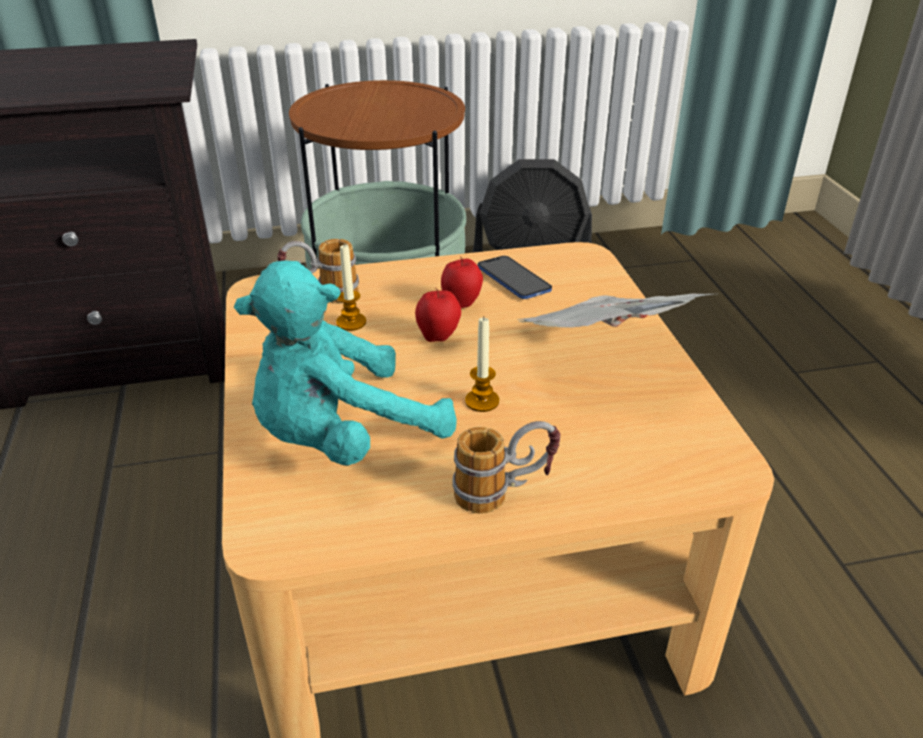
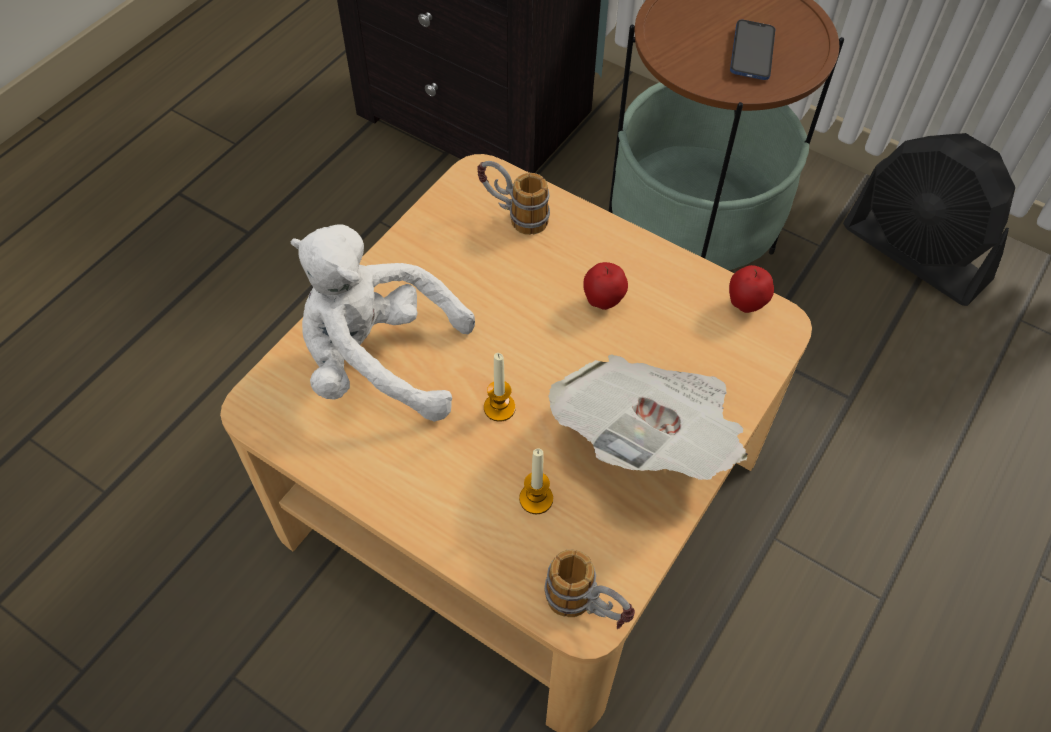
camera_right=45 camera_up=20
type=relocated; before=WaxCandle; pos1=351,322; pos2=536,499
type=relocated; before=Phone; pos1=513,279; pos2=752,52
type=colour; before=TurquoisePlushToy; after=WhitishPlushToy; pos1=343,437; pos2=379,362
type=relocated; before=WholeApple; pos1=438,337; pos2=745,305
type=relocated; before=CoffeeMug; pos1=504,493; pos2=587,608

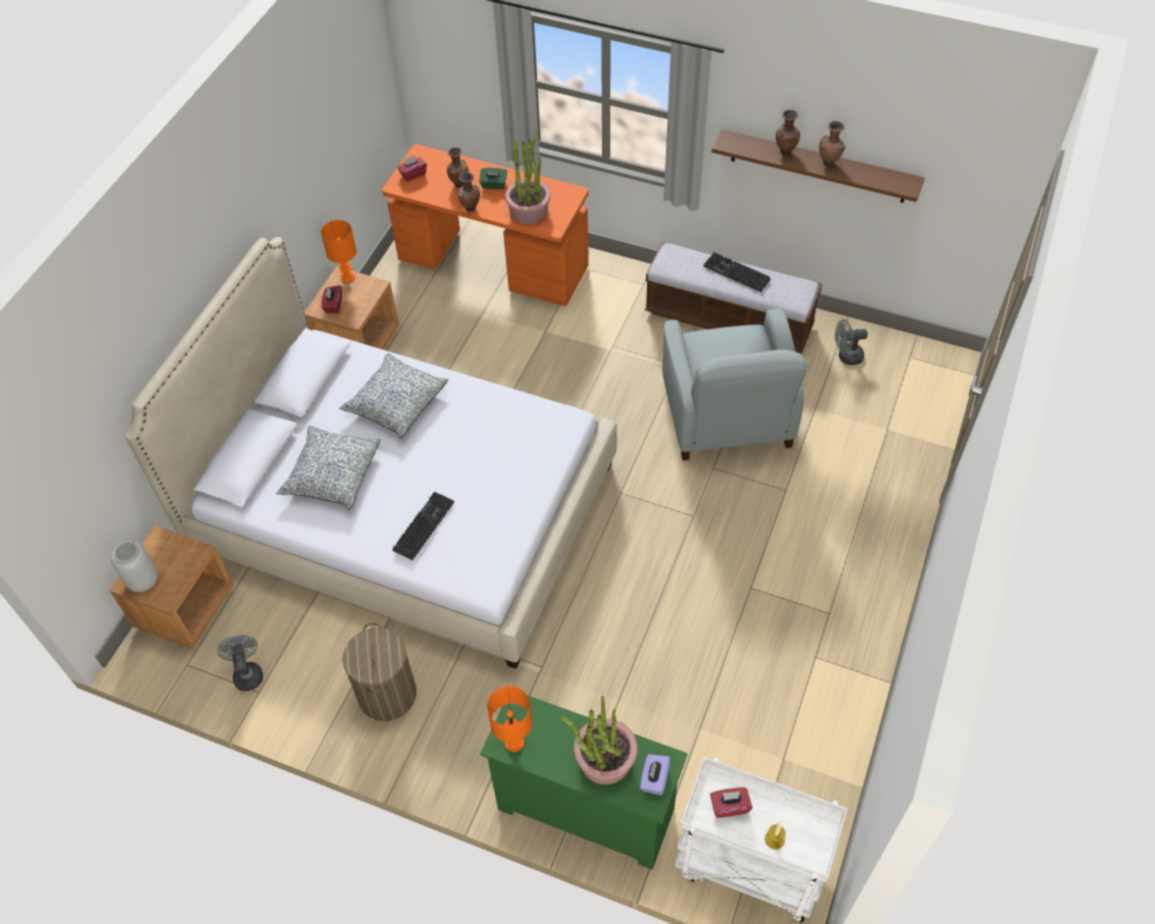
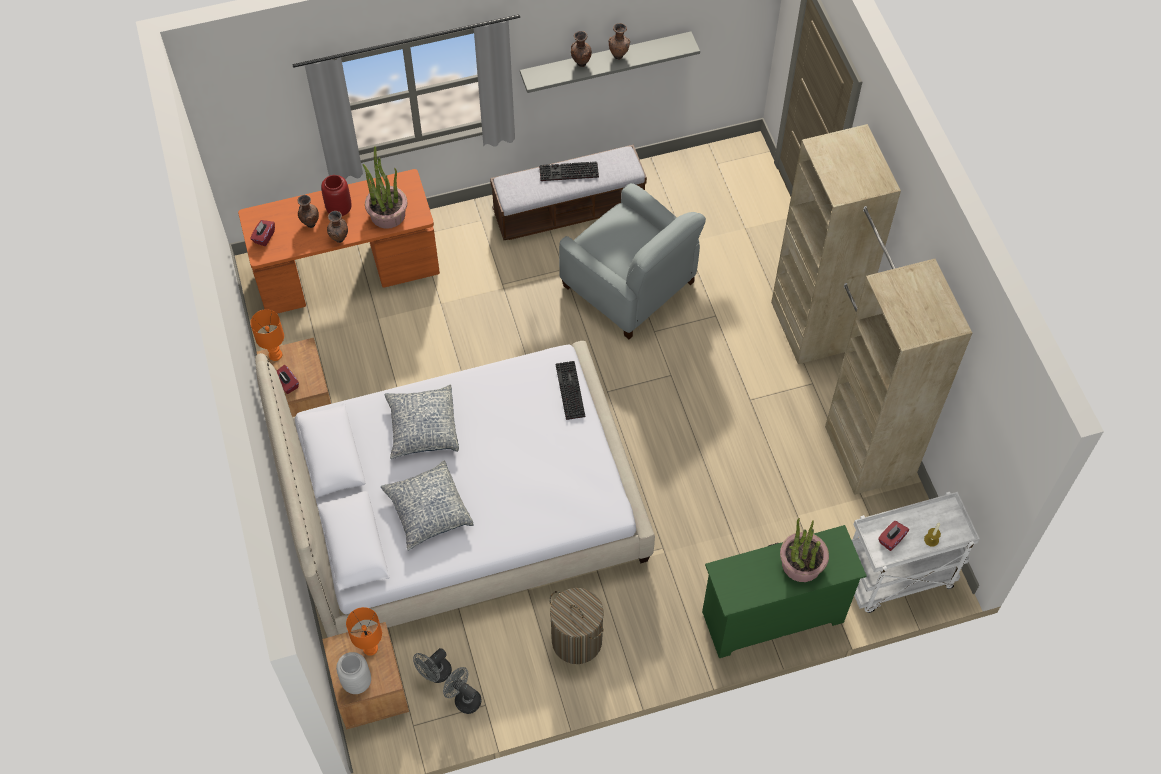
camera_right=-40 camera_up=5
type=colour; before=BrownColouredShelf; after=GrayShelf; pos1=818,166; pos2=606,61
type=exchanged; before=GreenTissueBox; after=RedColouredFlowerVase; pos1=494,185; pos2=339,208
type=relocated; before=GrayCoolingFan; pos1=846,356; pos2=435,674
type=relocated; before=Keyboard; pos1=423,524; pos2=568,390
type=relocated; before=OrangeLampForATable; pos1=513,742; pos2=369,648
type=missing; before=PurplishTissueBox; pos1=654,779
type=appeared; after=BeigeArmoire; pos2=841,388

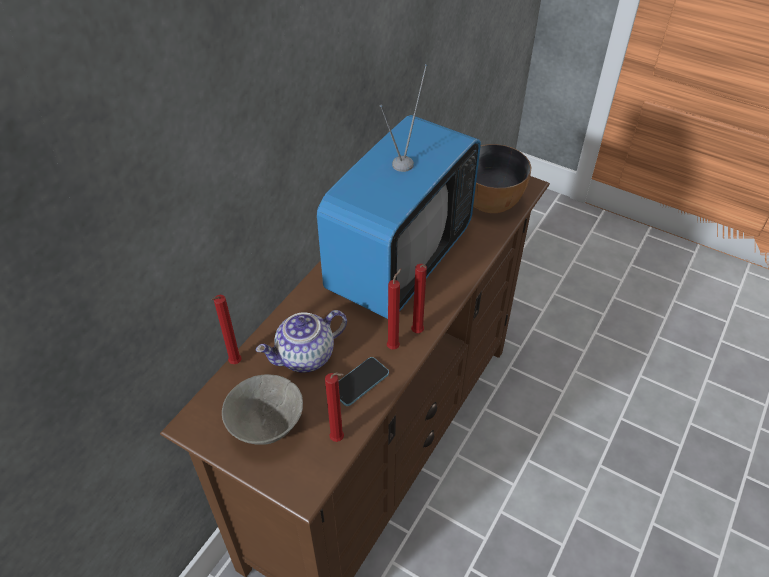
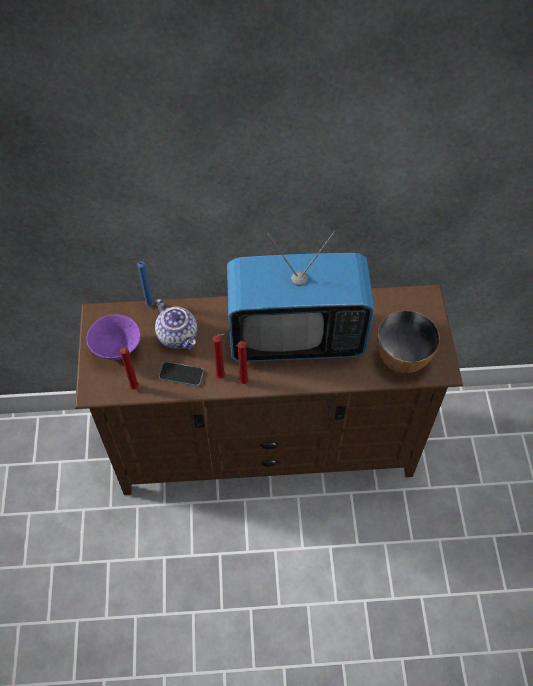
camera_right=55 camera_up=10
type=colour; before=RedColouredWaxCandle; after=BlueColouredWaxCandle; pos1=234,364; pos2=148,305
type=spun; before=TeaPot; pos1=305,357; pos2=178,336; turn=-150
type=colour; before=GrayDeepDish; after=PurplishDeepDish; pos1=266,428; pos2=117,349

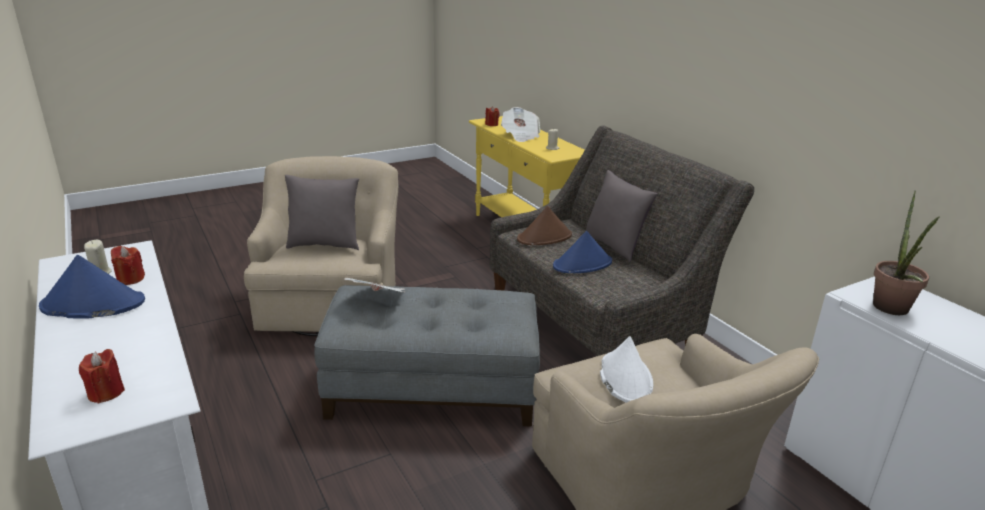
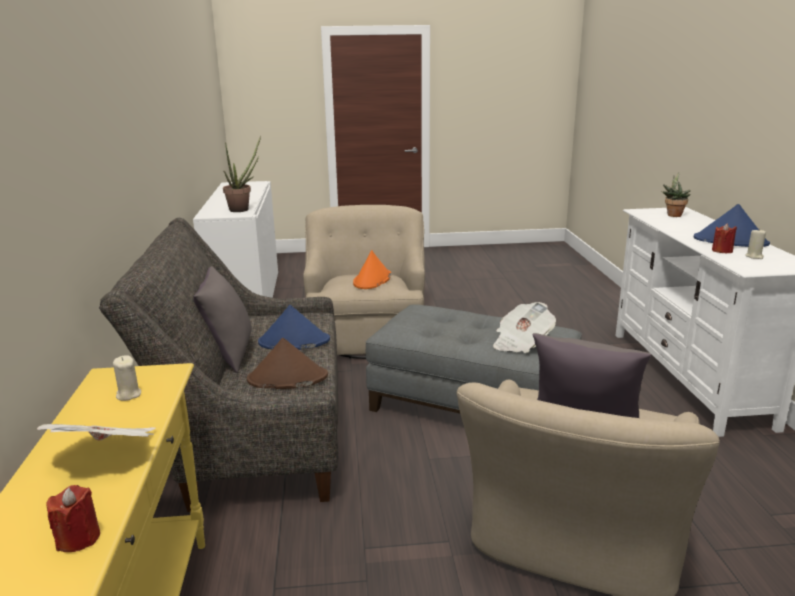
camera_right=-155 camera_up=-5
type=colour; before=WhitishHat; after=OrangeHat; pos1=625,378; pos2=372,280
type=exchanged; before=RedColouredWaxCandle; after=PlantInAPot; pos1=106,393; pos2=673,215

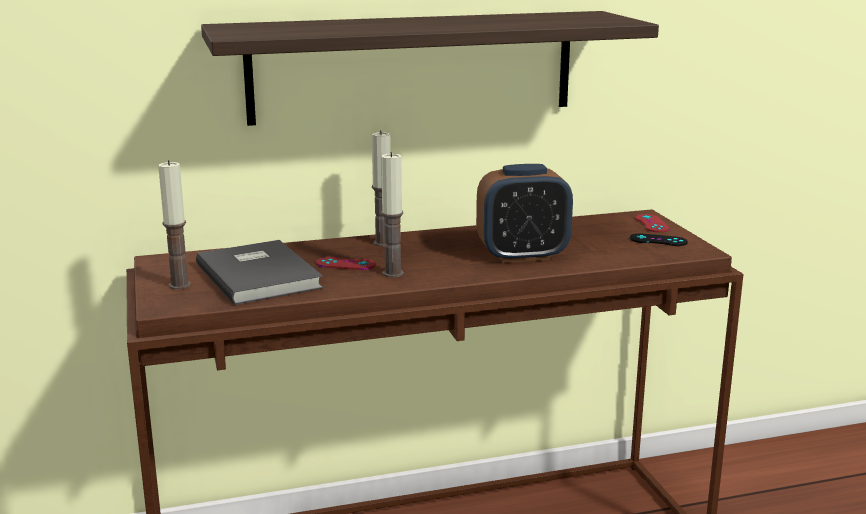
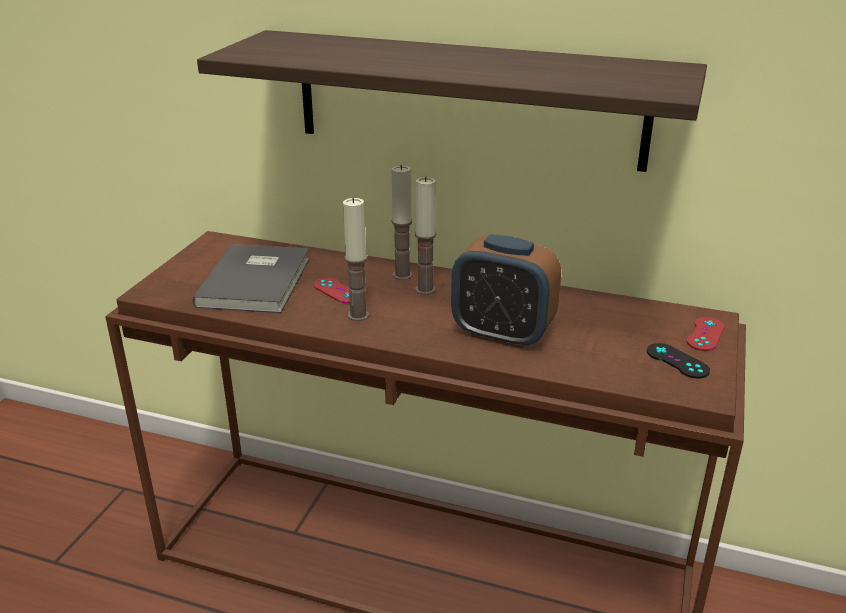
camera_right=35 camera_up=10
type=relocated; before=WaxCandle; pos1=179,285; pos2=425,289

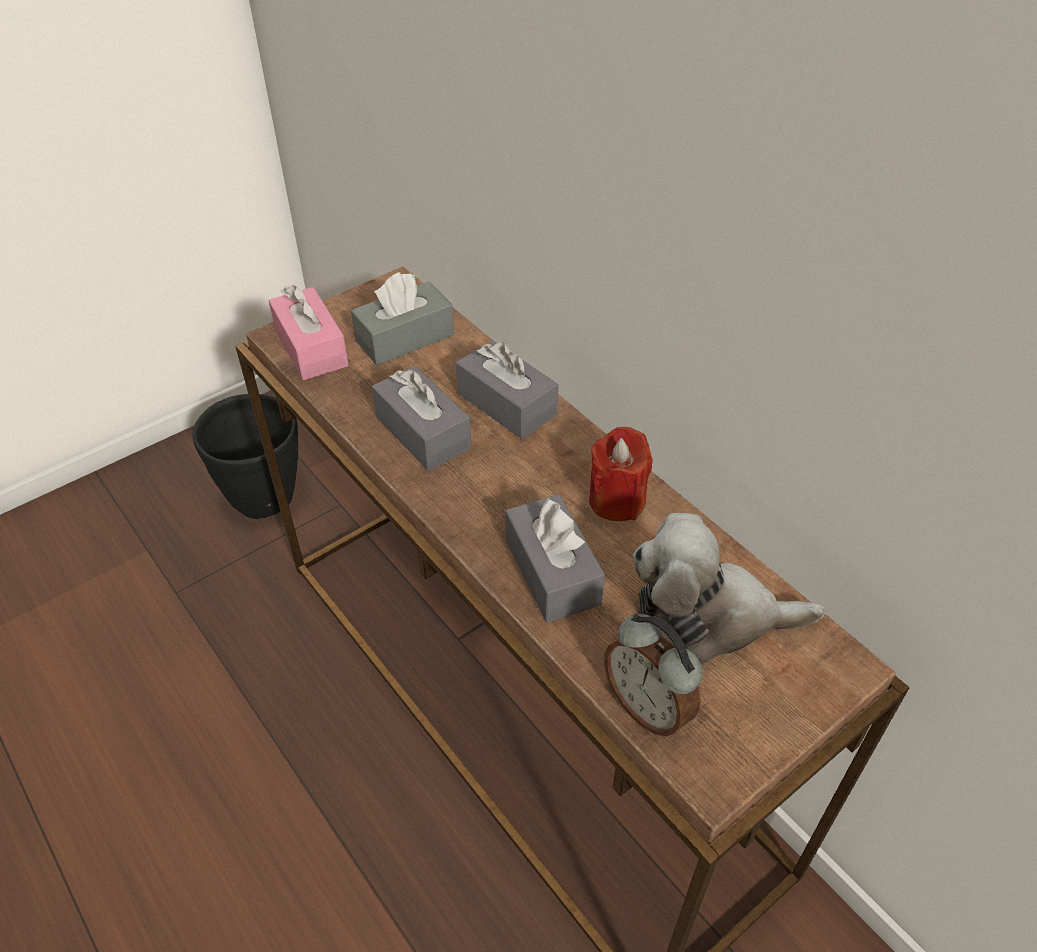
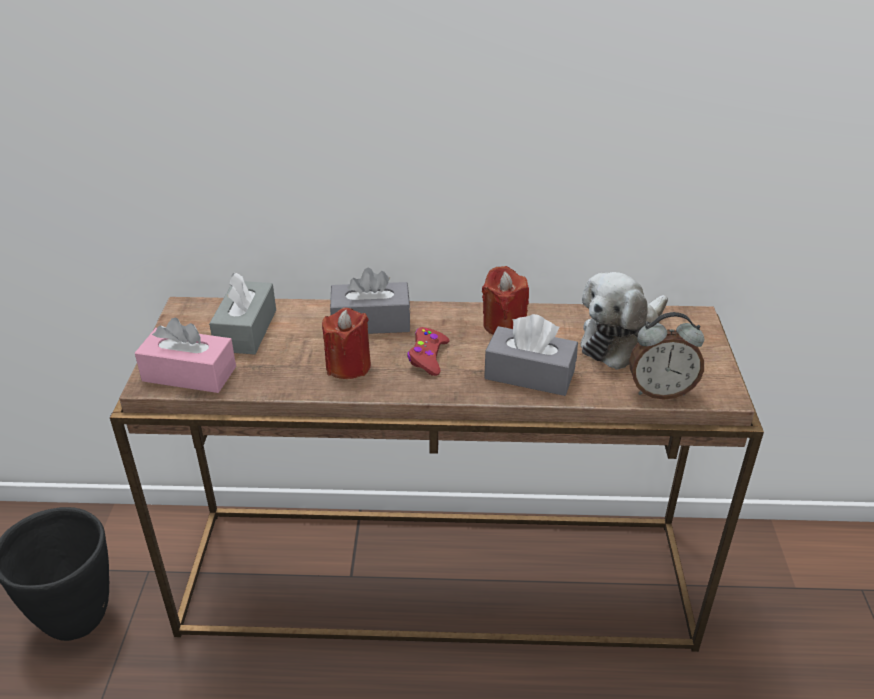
camera_right=-50 camera_up=-10
type=exchanged; before=GrayTissueBox; after=RedColouredWaxCandle; pos1=423,432; pos2=348,366
type=appeared; after=RedColouredGameController; pos2=428,357

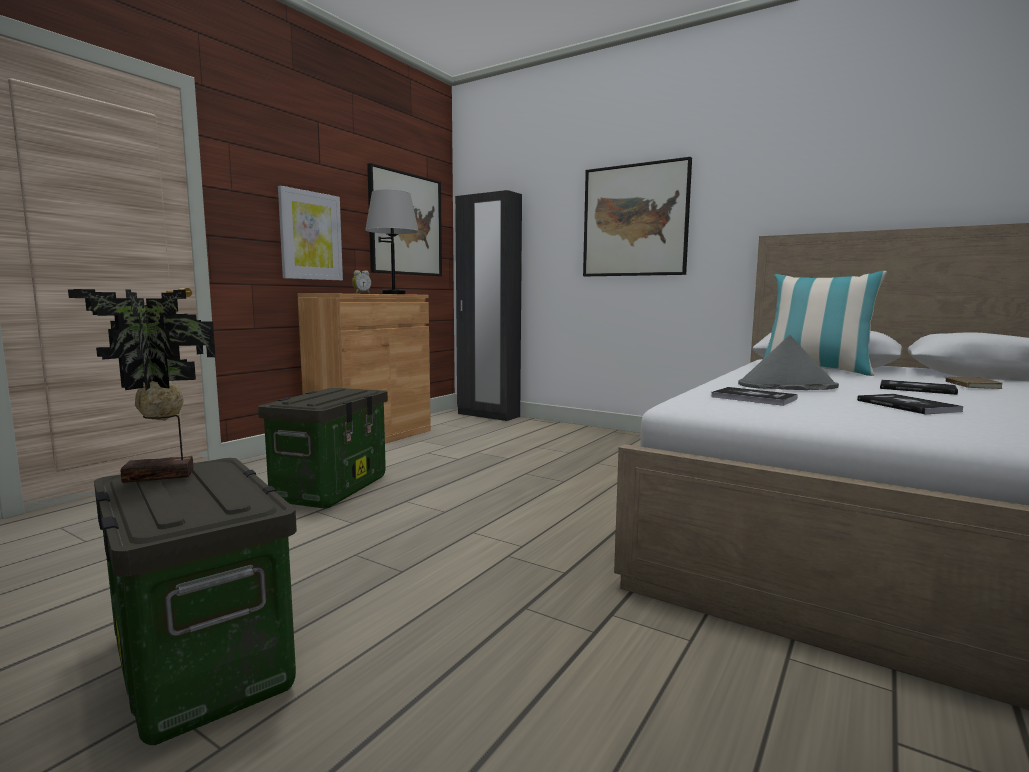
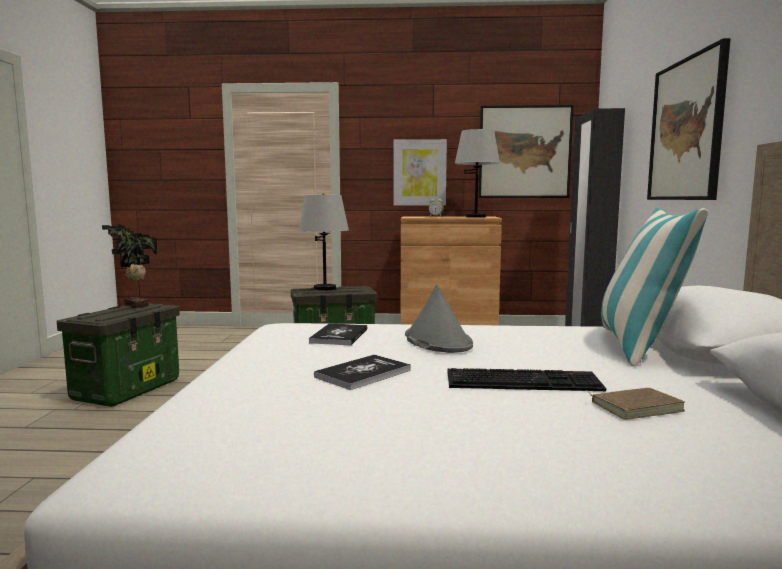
camera_right=60 camera_up=0
type=exchanged; before=BoundBook; after=Keyboard; pos1=917,389; pos2=524,380
type=appeared; after=GrayLampForATable; pos2=325,288

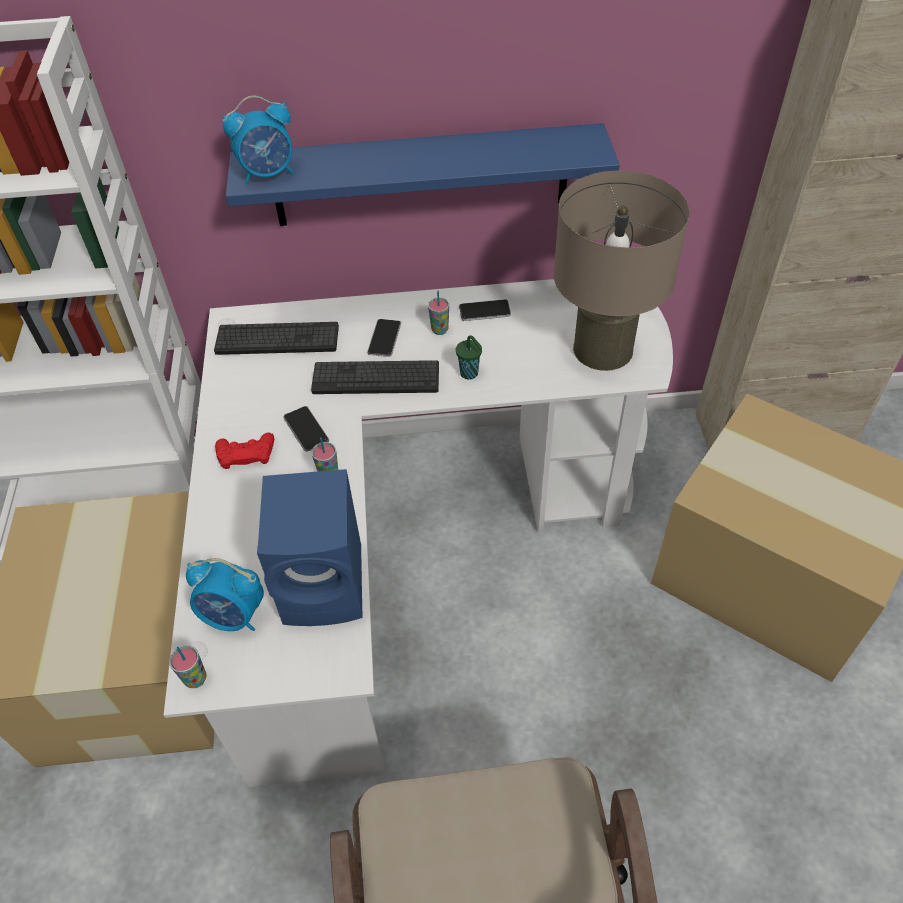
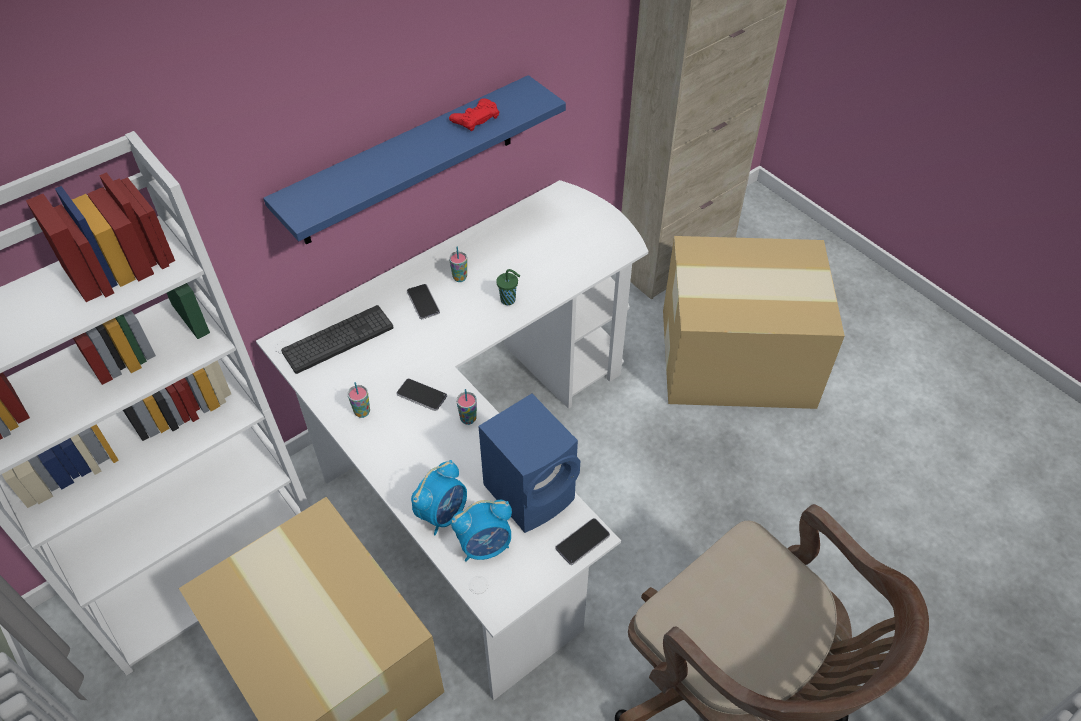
camera_right=-35 camera_up=0
type=relocated; before=AlarmClock; pos1=268,174; pos2=443,514
type=missing; before=BeigeLampForATable; pos1=602,349
type=relocated; before=Phone; pos1=484,311; pos2=582,542
type=missing; before=Keyboard; pos1=376,378
type=relocated; before=RedColouredGameController; pos1=246,453; pos2=475,118
type=relocated; before=SmallCup; pos1=195,679; pos2=362,412

